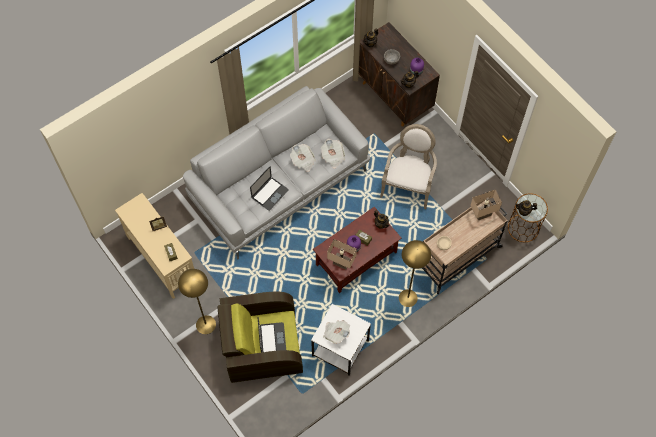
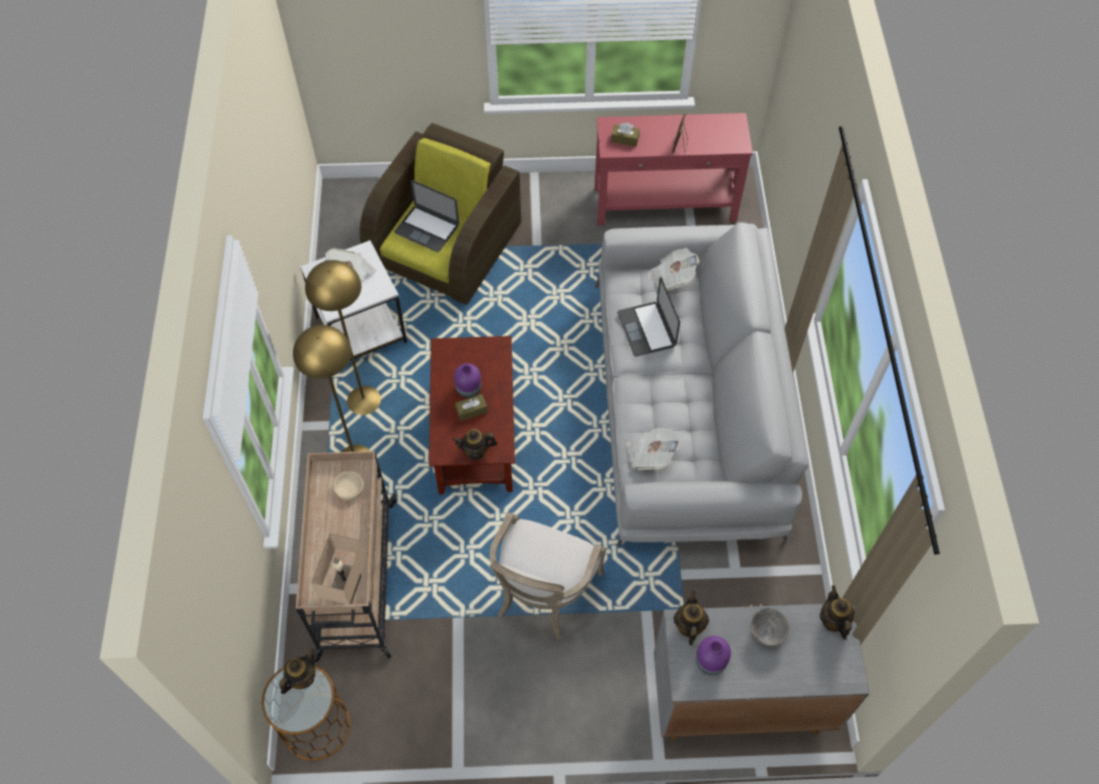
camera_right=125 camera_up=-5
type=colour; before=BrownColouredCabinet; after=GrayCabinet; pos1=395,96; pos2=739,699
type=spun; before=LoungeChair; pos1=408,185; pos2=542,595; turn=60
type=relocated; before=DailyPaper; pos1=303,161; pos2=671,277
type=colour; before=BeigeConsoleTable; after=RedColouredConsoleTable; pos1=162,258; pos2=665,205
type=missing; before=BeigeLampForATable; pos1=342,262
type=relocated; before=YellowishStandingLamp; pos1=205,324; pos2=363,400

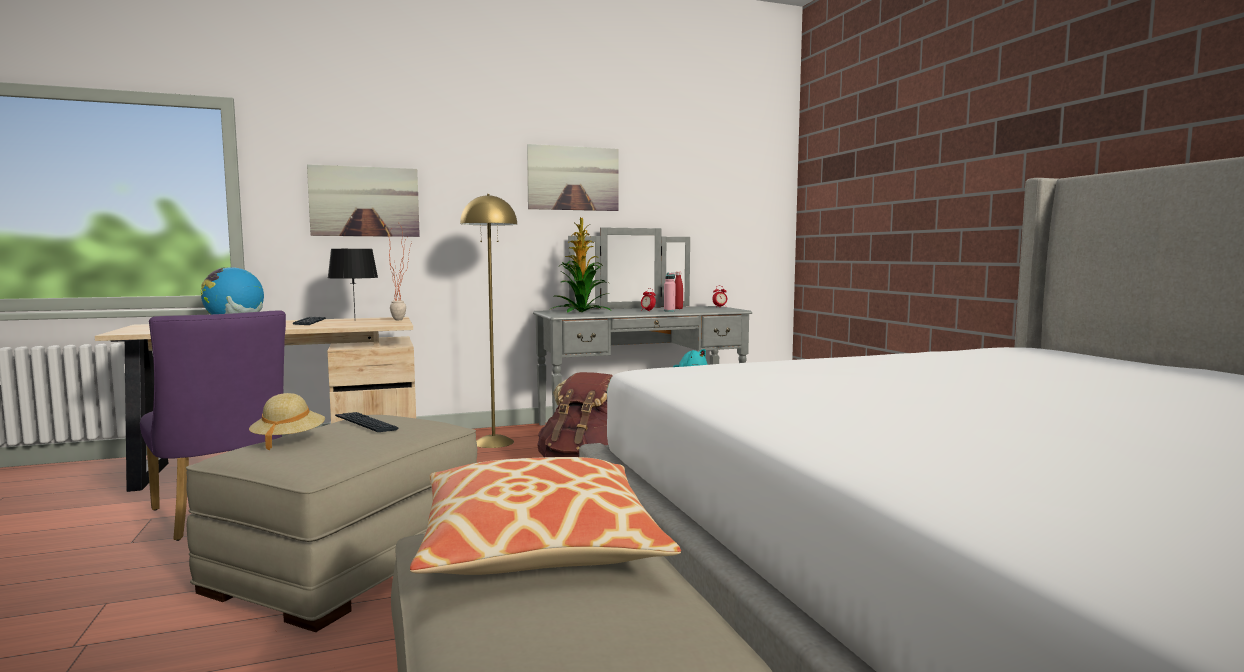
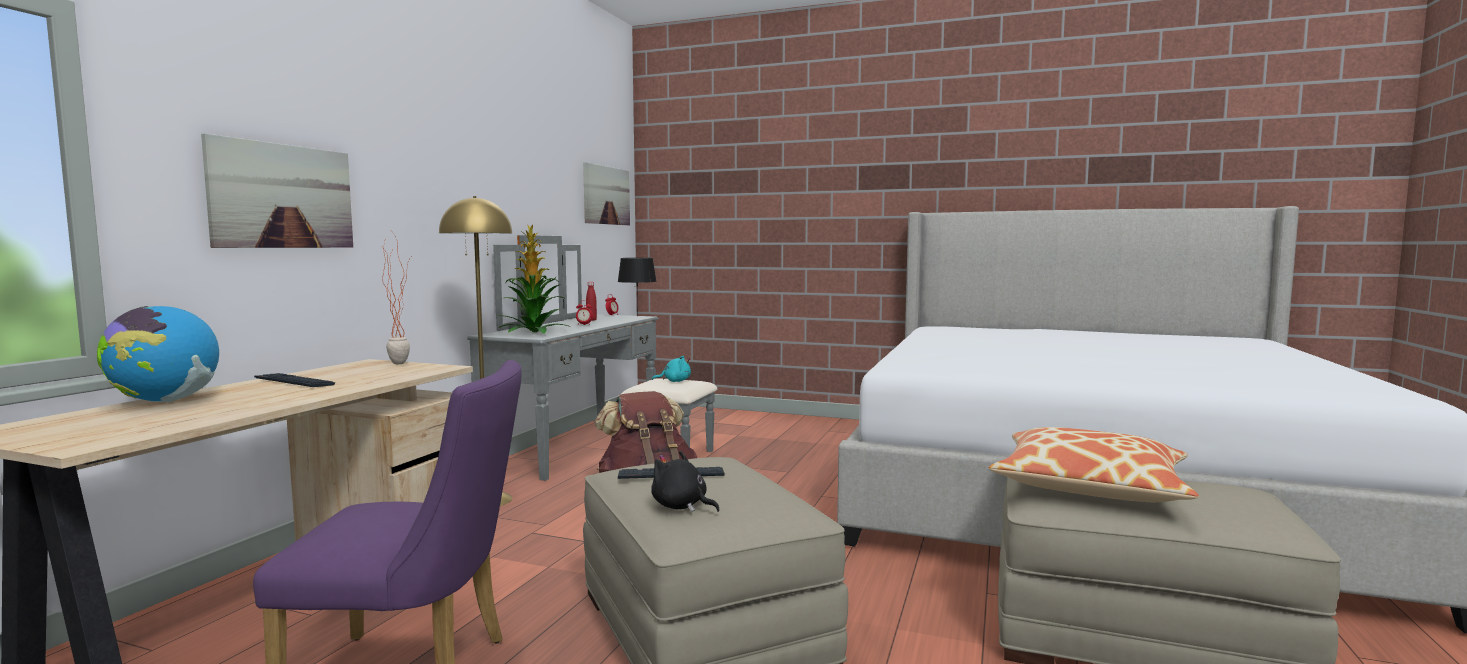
camera_right=-50 camera_up=0
type=relocated; before=WallPicture; pos1=573,178; pos2=606,195
type=relocated; before=BlackishLampForATable; pos1=354,320; pos2=637,316
type=missing; before=PinkDrinkBottle; pos1=669,311
type=exchanged; before=BeigeHat; after=BlackishPlushToy; pos1=288,440; pos2=681,506

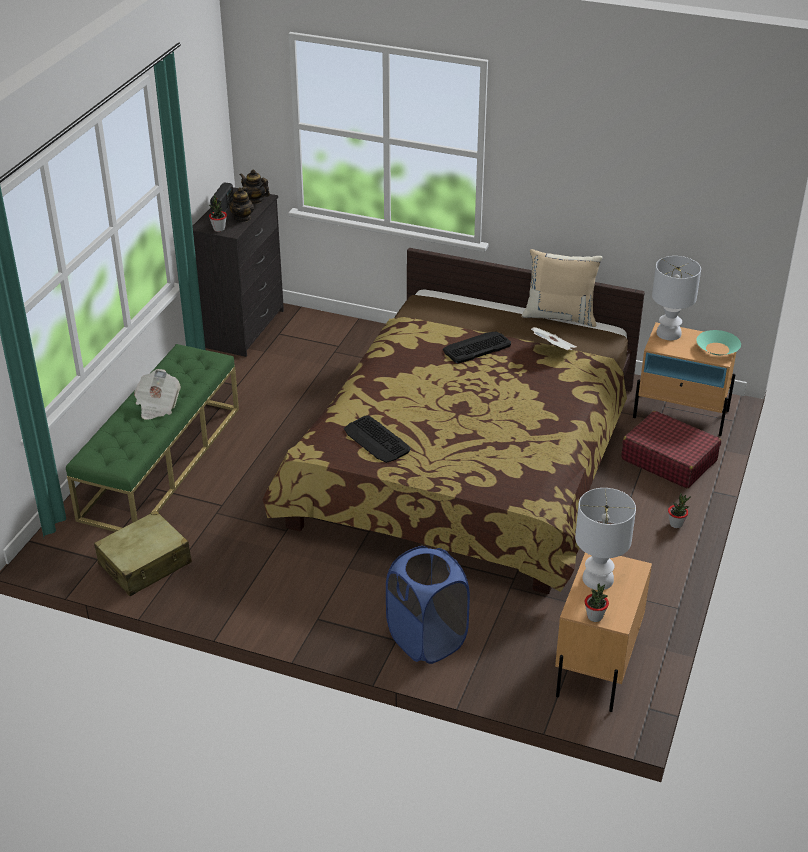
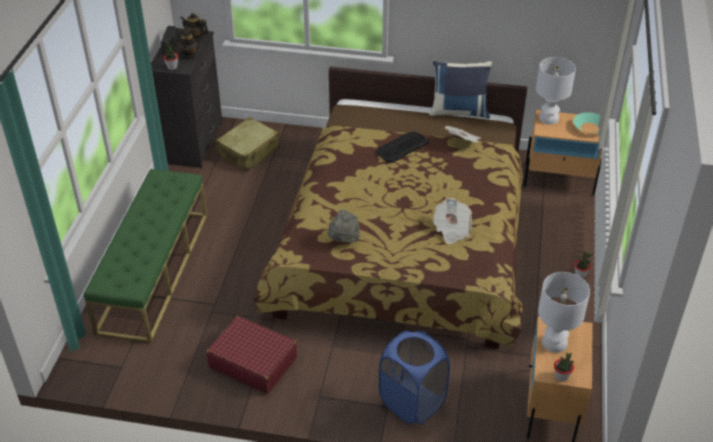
camera_right=-10 camera_up=5
type=colour; before=BeigeCushion; after=BlueColouredCushion; pos1=560,316; pos2=459,111
type=relocated; before=DailyPaper; pos1=157,405; pos2=451,230
type=relocated; before=RedColouredPieceOfLuggage; pos1=668,459; pos2=253,362
type=exchanged; before=Keyboard; after=GrayHat; pos1=376,440; pos2=343,240
type=relocated; before=BeigePieceOfLuggage; pos1=145,564; pos2=249,152

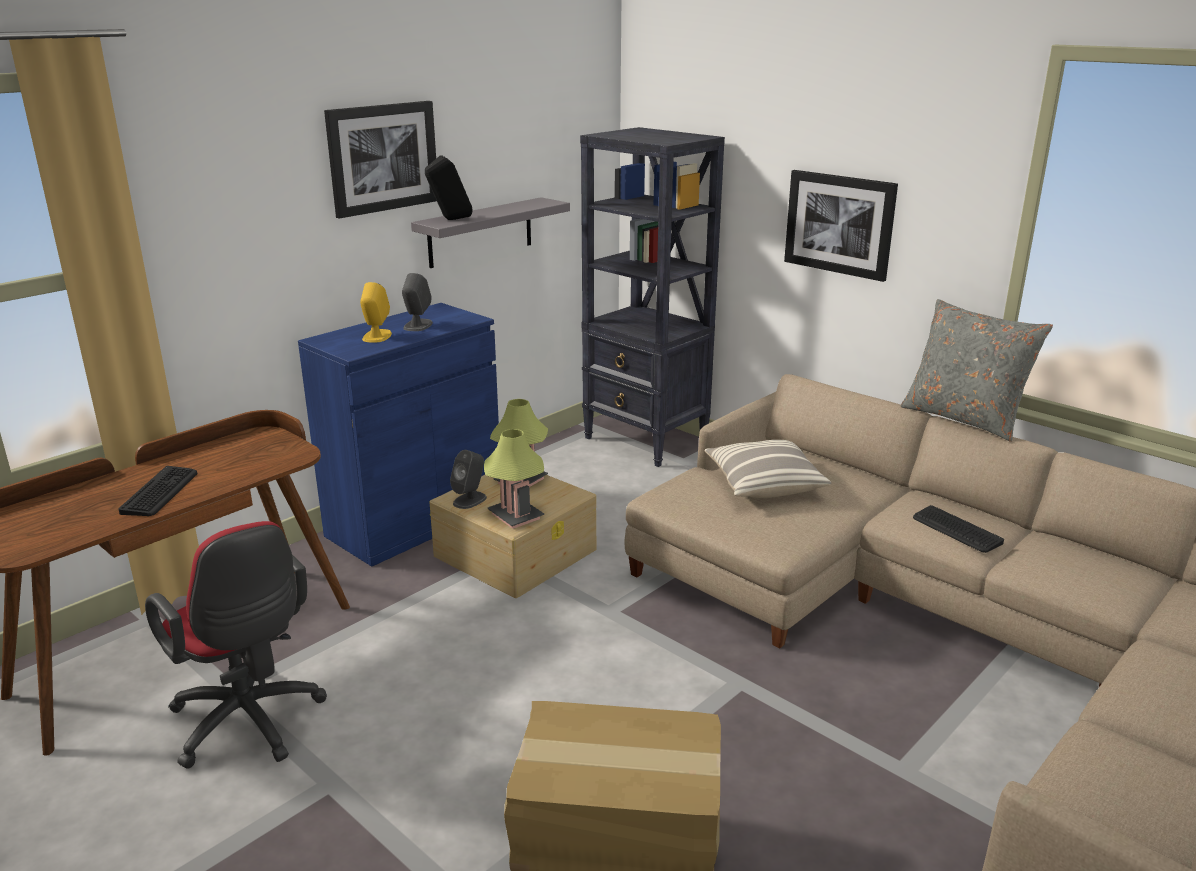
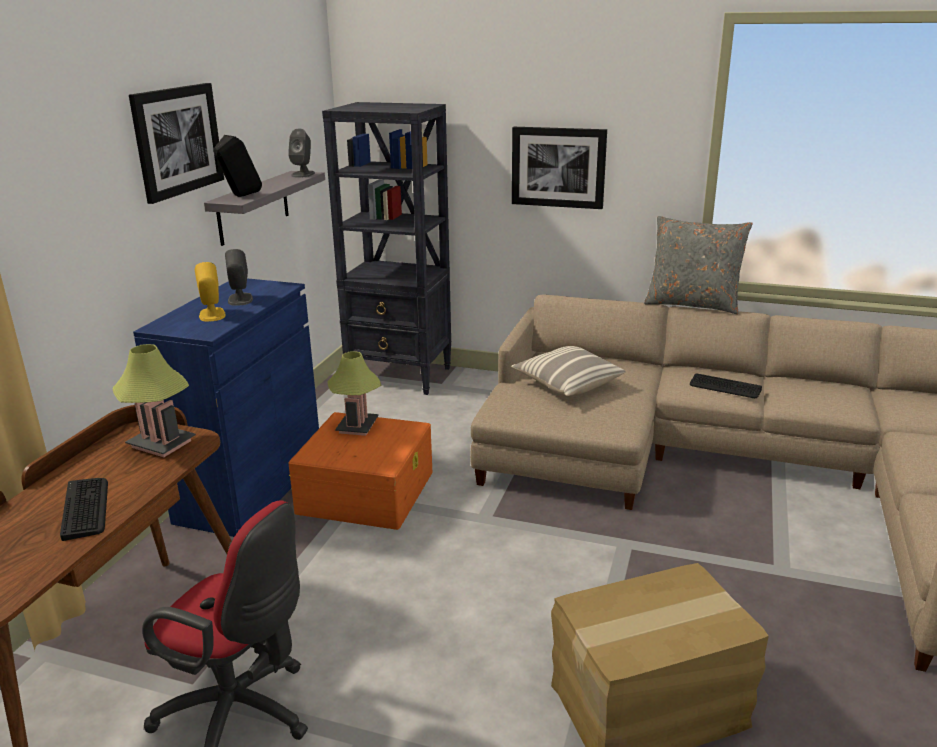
camera_right=-25 camera_up=0
type=relocated; before=LampForATable; pos1=516,516; pos2=162,444
type=relocated; before=GrayLoudspeaker; pos1=470,500; pos2=303,174
type=colour; before=BeigeStorageBox; after=OrangeStorageBox; pos1=516,552; pos2=366,491

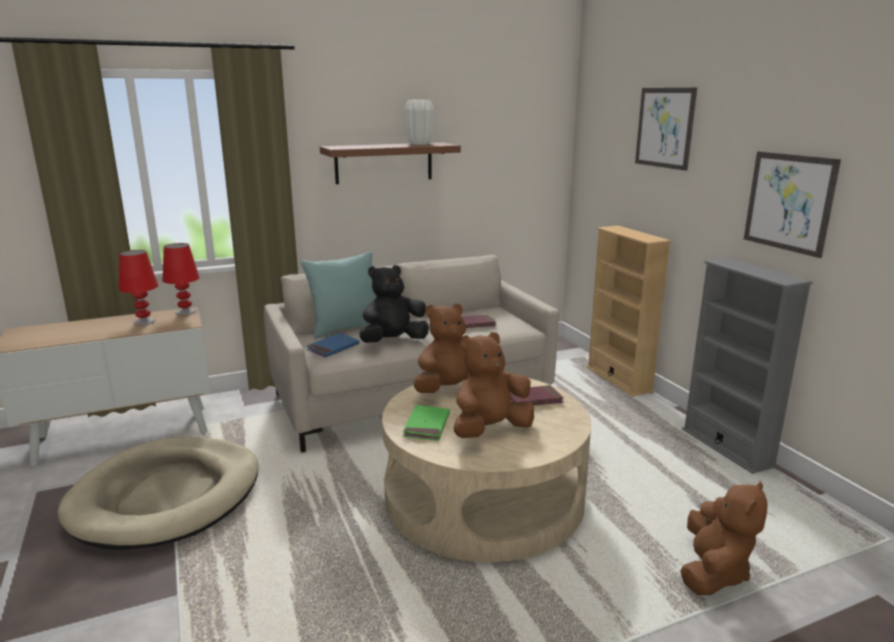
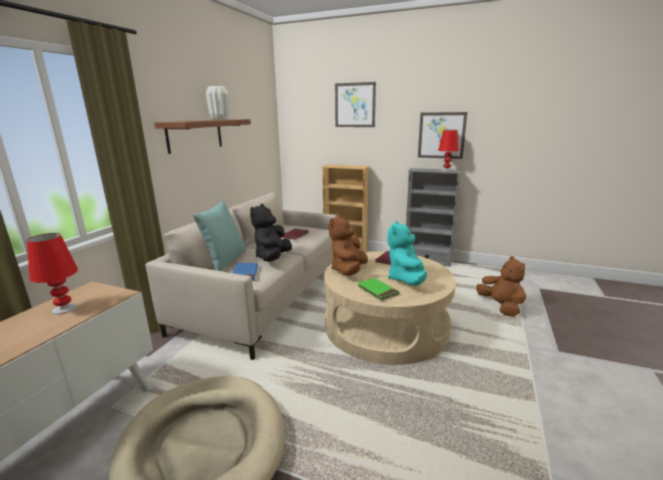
camera_right=-45 camera_up=0
type=relocated; before=RedColouredLampForATable; pos1=185,312; pos2=446,170
type=colour; before=BrownColouredPlushToy; after=TurquoisePlushToy; pos1=490,430; pos2=406,279

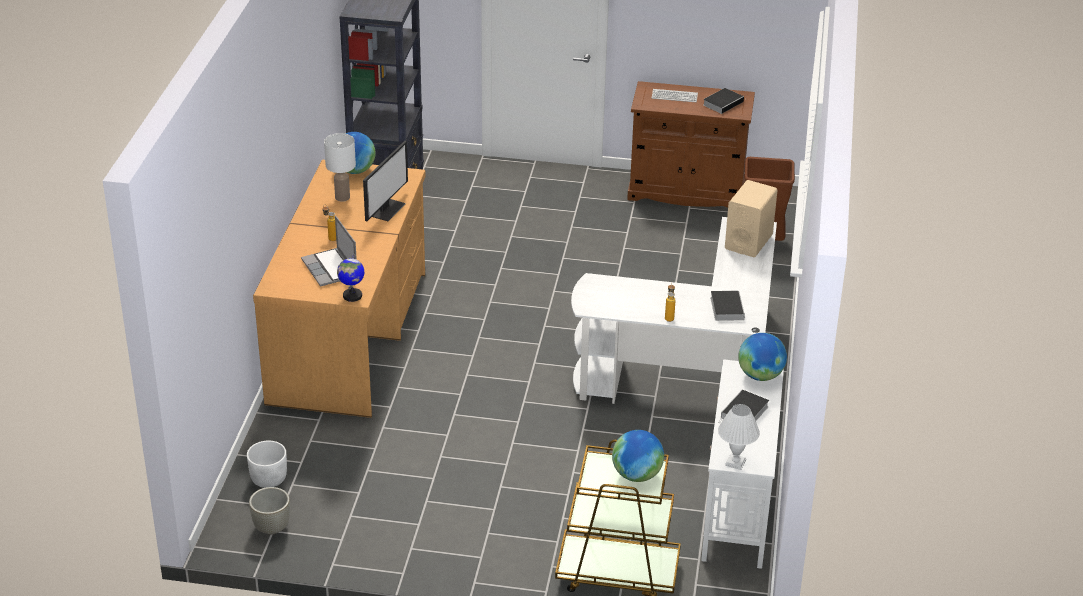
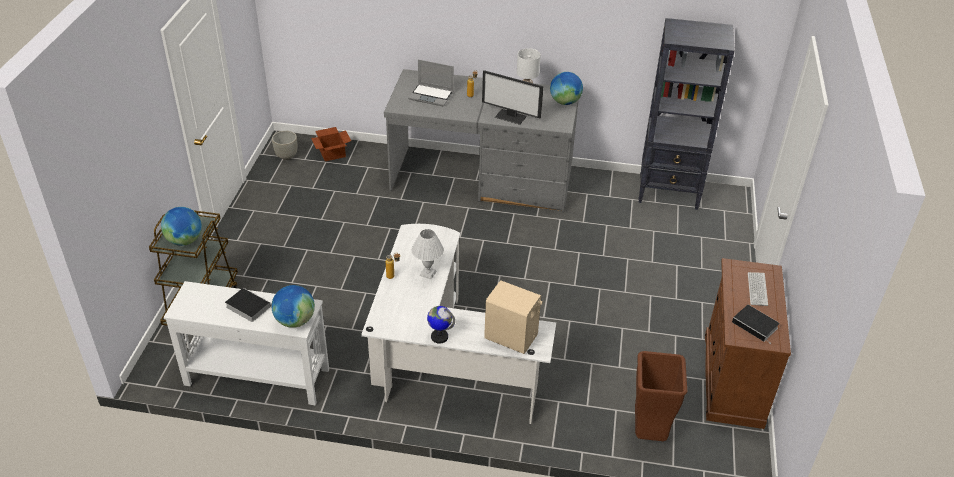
camera_right=90 camera_up=5
type=colour; before=BrownColouredDeskUnit; after=GrayDeskUnit; pos1=351,337; pos2=481,180
type=spun; before=Laptop; pos1=330,269; pos2=432,96; turn=-135
type=relocated; before=WorldGlobe; pos1=352,296; pos2=439,337
type=missing; before=BoundBook; pos1=726,307
type=relocated; before=WhitishLampForATable; pos1=735,463; pos2=427,273
type=exchanged; before=WhitishPlanter; after=CardboardBox; pos1=268,478; pos2=332,152

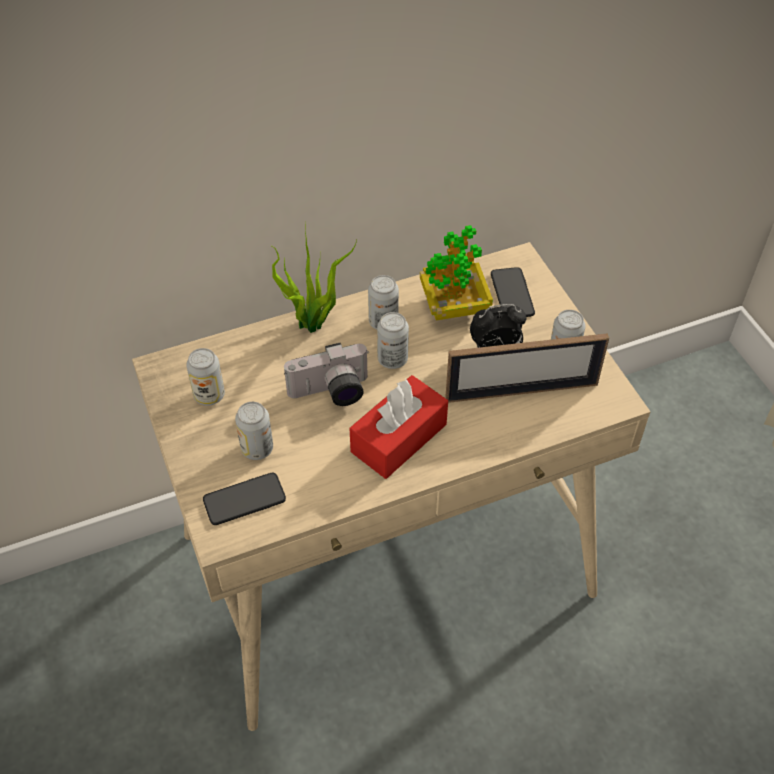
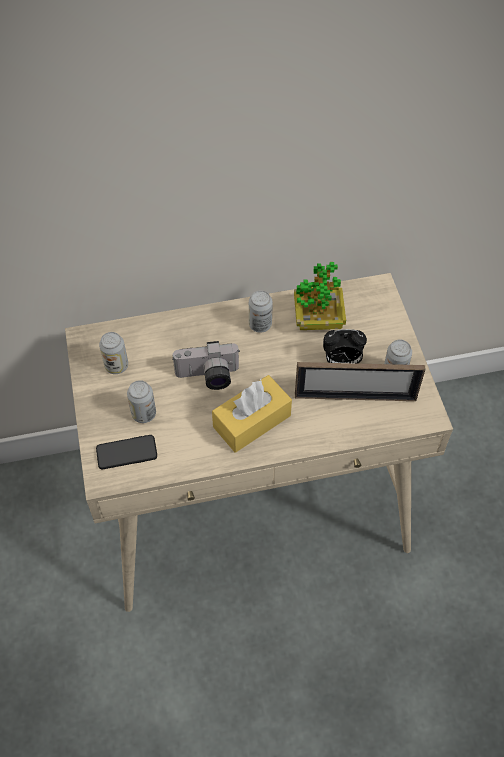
camera_right=10 camera_up=5
type=missing; before=PlantInAPot; pos1=314,325
type=missing; before=Phone; pos1=512,294
type=missing; before=SealedCan; pos1=392,359
type=colour; before=RedColouredTissueBox; after=YellowishTissueBox; pos1=398,438; pos2=252,421

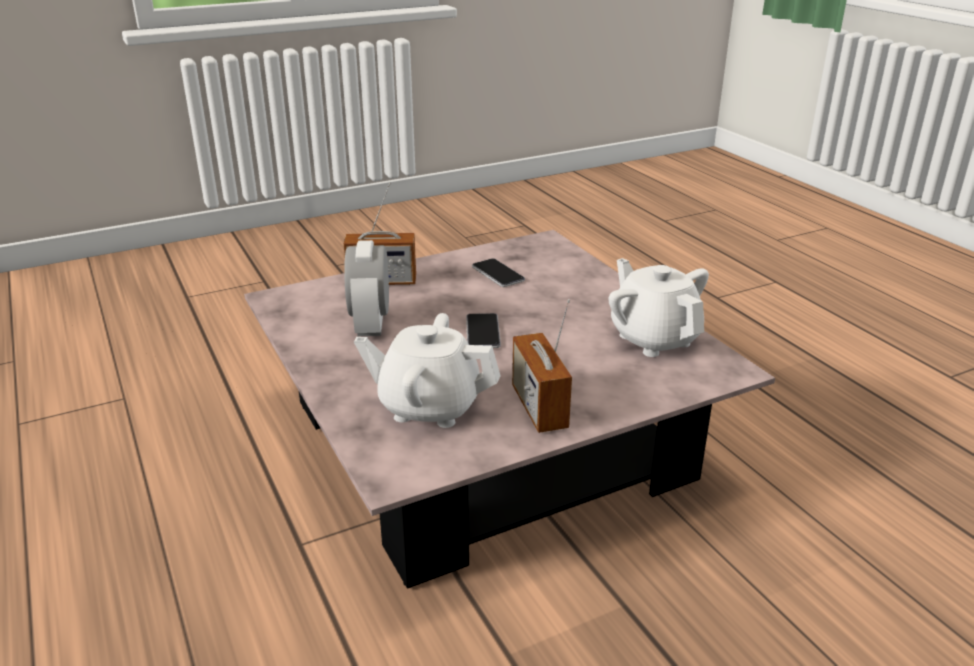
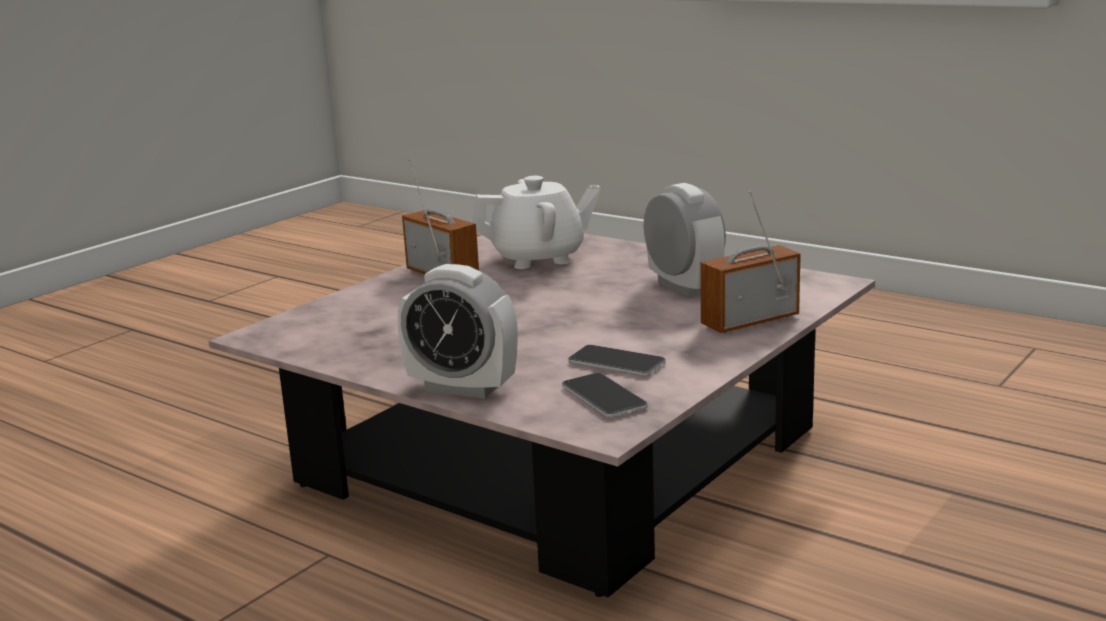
camera_right=155 camera_up=-10
type=missing; before=WhitishTeaPot; pos1=654,338
type=relocated; before=Phone; pos1=482,332; pos2=604,397
type=appeared; after=AlarmClock; pos2=462,388

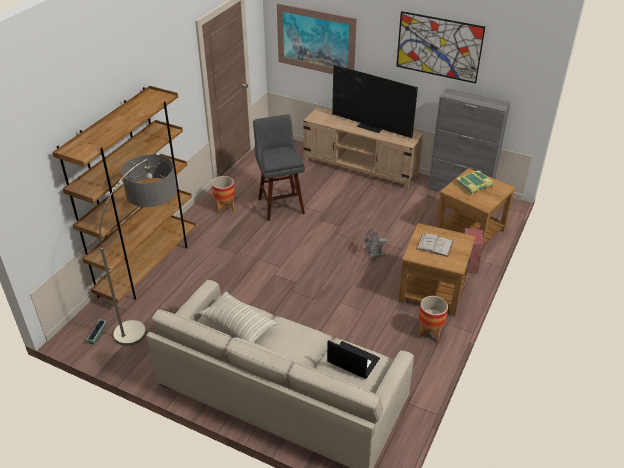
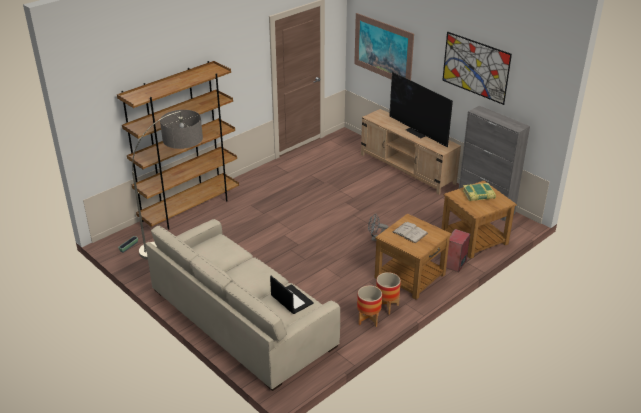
camera_right=20 camera_up=-5
type=missing; before=GrayStool; pos1=280,204
type=relocated; before=Planter; pos1=225,207; pos2=368,319
type=missing; before=Cushion; pos1=238,325

